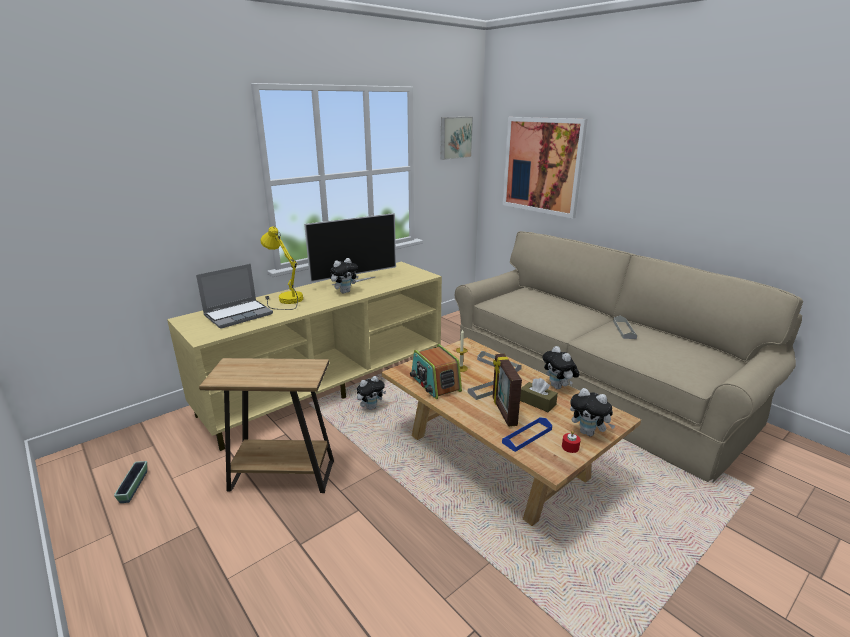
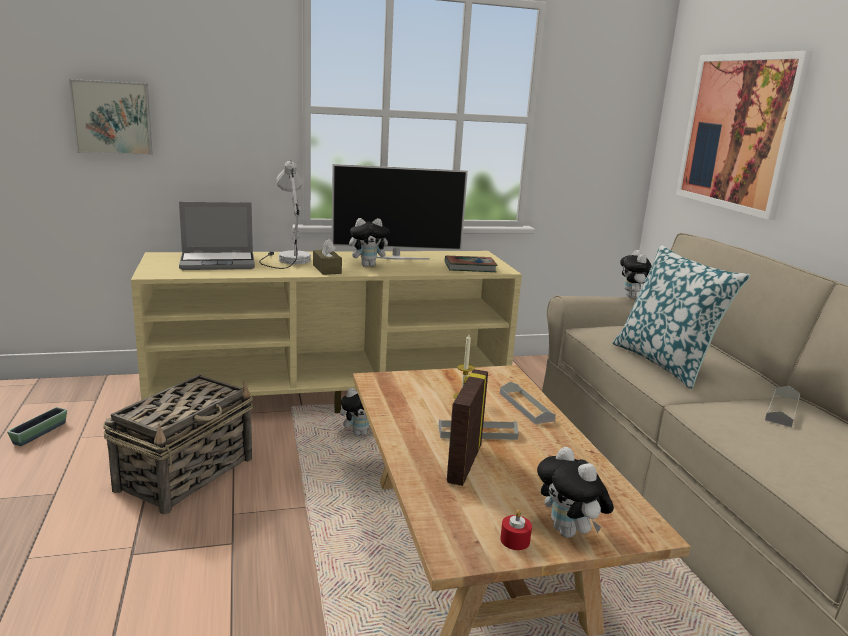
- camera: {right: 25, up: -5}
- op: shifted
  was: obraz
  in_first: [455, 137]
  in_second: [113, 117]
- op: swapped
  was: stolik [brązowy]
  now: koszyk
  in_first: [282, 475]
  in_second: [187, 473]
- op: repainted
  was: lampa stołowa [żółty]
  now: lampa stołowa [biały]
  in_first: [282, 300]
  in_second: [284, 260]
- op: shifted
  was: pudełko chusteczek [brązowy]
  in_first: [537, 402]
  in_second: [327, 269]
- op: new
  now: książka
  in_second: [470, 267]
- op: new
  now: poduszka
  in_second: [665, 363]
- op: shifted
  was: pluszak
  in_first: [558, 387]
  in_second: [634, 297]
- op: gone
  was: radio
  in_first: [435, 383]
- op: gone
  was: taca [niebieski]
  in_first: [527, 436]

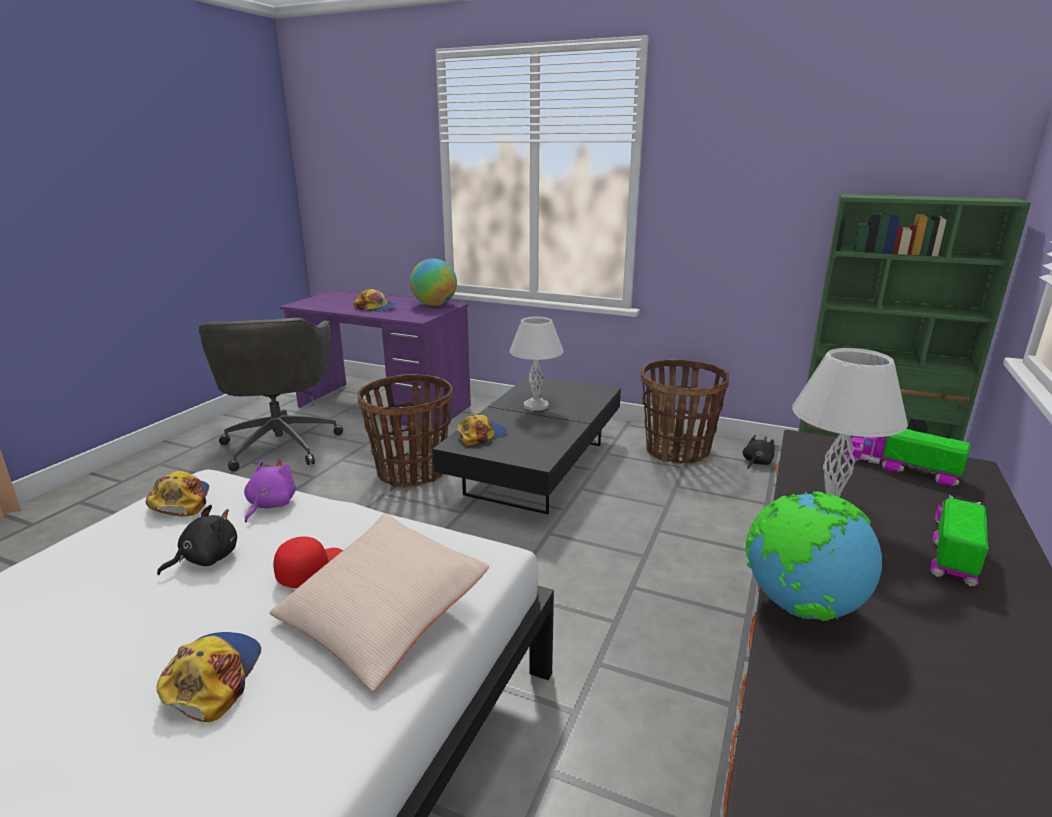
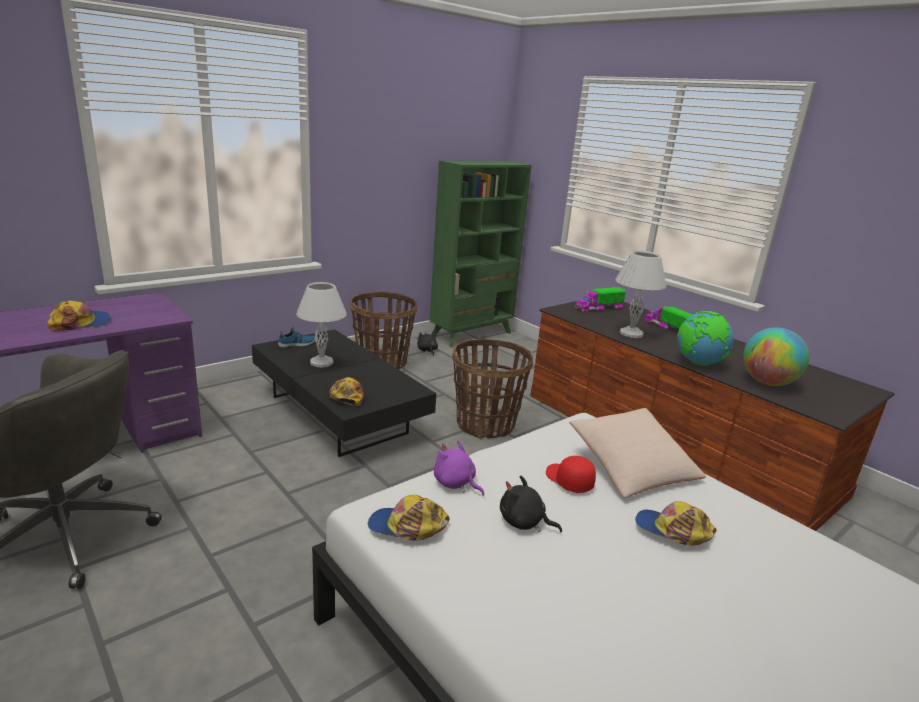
- camera: {right: -65, up: 0}
- op: new
  now: but
  in_second: [297, 344]
- op: shifted
  was: koszyk
  in_first: [411, 472]
  in_second: [485, 424]
- op: rotated
  was: pluszak [czarny]
  in_first: [206, 559]
  in_second: [524, 522]
  clockwise: -45
- op: shifted
  was: globus
  in_first: [434, 305]
  in_second: [767, 383]

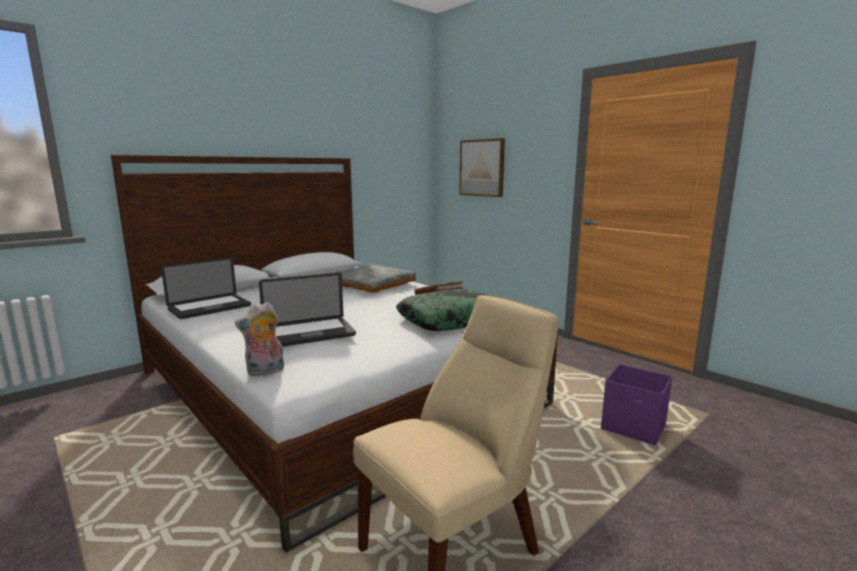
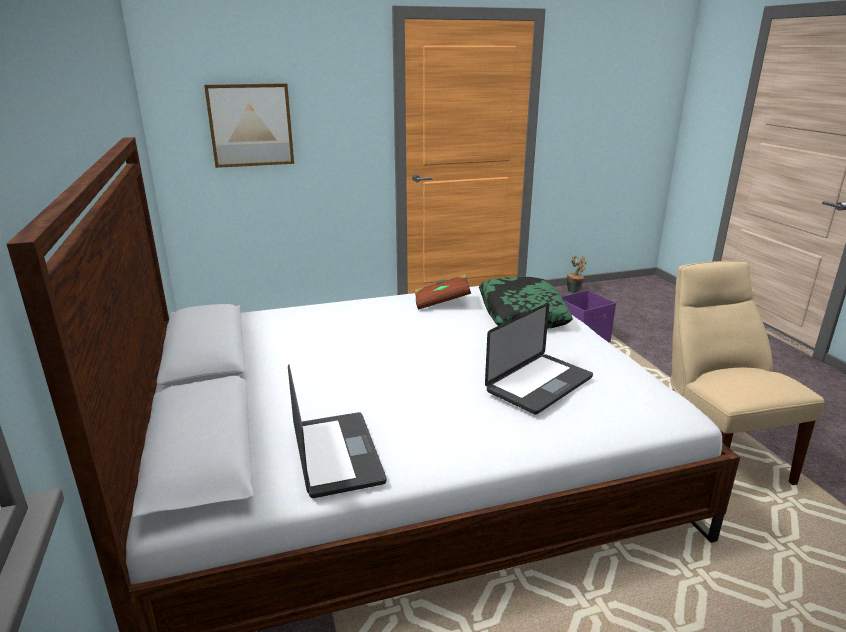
- camera: {right: -65, up: 10}
- op: rotated
  was: laptop
  in_first: [309, 334]
  in_second: [539, 384]
  clockwise: 45
- op: new
  now: roślina doniczkowa
  in_second: [574, 291]
- op: gone
  was: pluszak
  in_first: [265, 372]
- op: gone
  was: poduszka [szary]
  in_first: [372, 284]

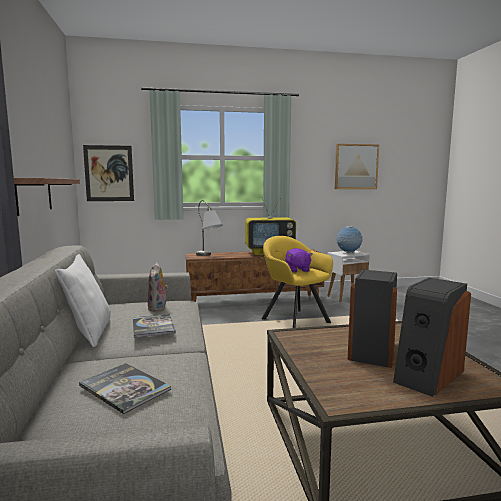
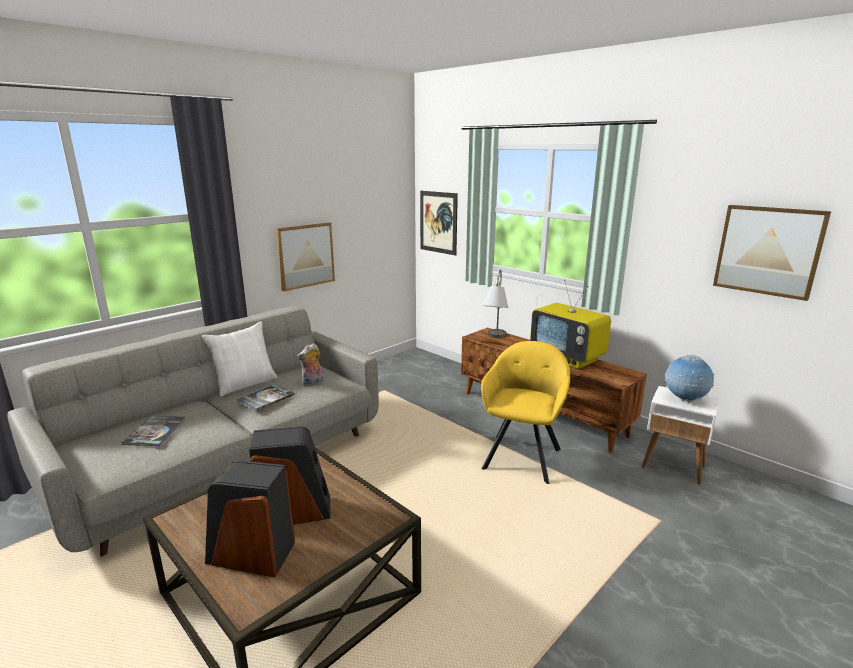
- camera: {right: 55, up: 10}
- op: swapped
  was: półka
  now: obraz
  in_first: [34, 195]
  in_second: [305, 255]
- op: gone
  was: pluszak [fioletowy]
  in_first: [297, 270]

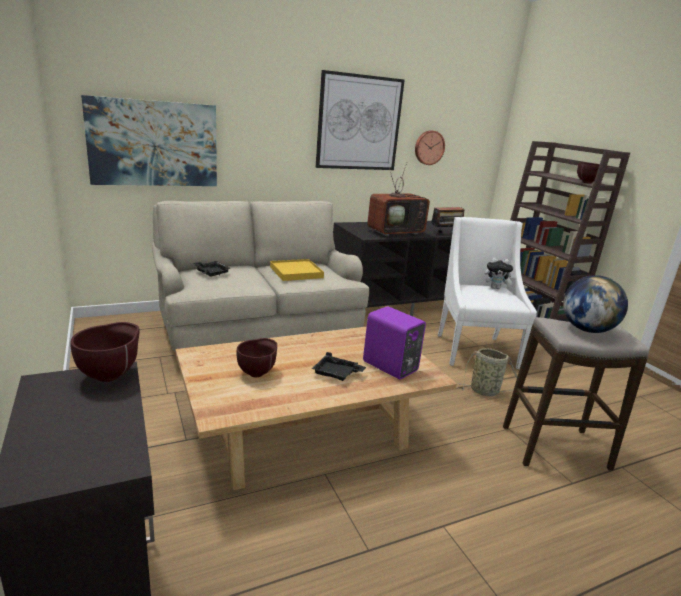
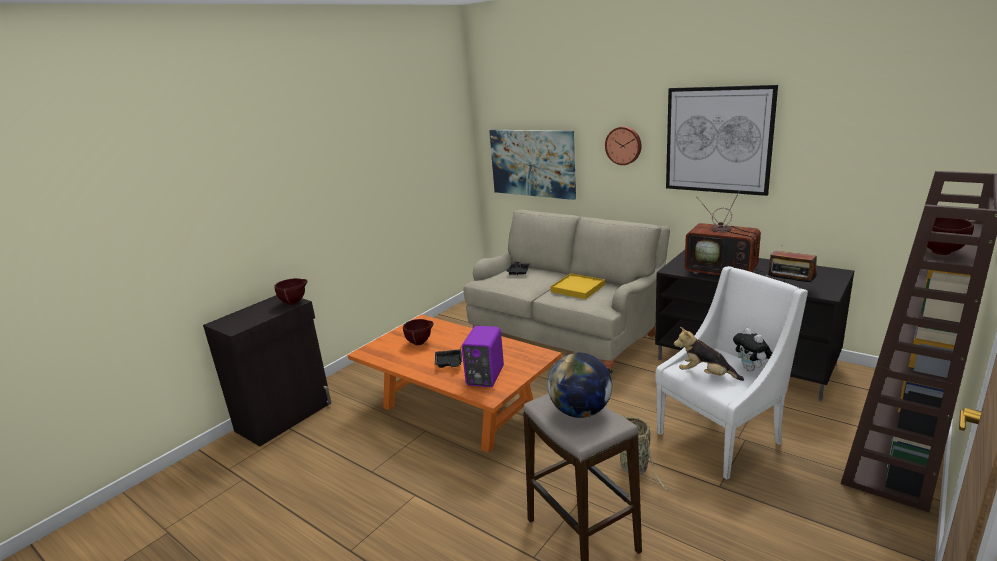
- camera: {right: 65, up: 0}
- op: repainted
  was: ława [beżowy]
  now: ława [pomarańczowy]
  in_first: [308, 436]
  in_second: [458, 409]
- op: shifted
  was: zegar ścienny
  in_first: [428, 147]
  in_second: [623, 145]
- op: new
  now: pluszak
  in_second: [705, 375]

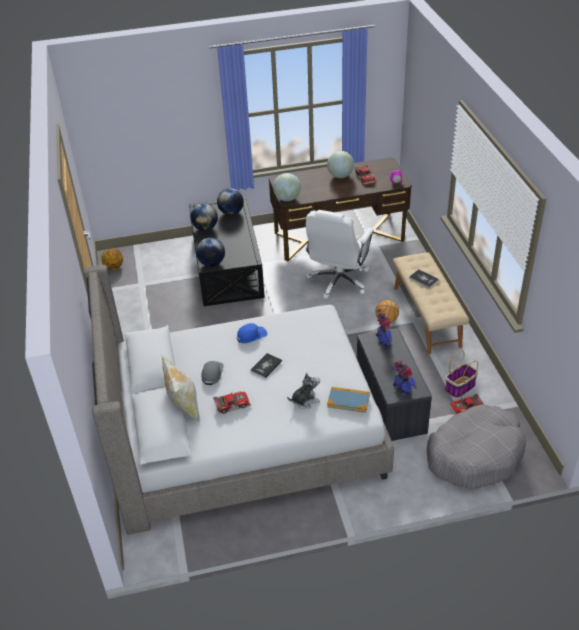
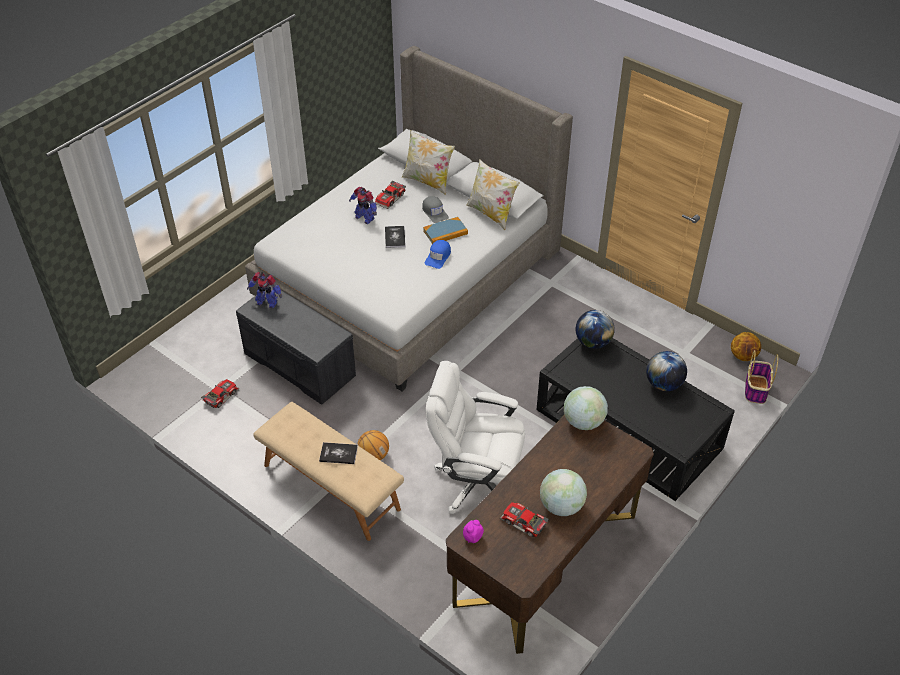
- camera: {right: 140, up: 5}
- op: shifted
  was: robot zabawkowy
  in_first: [383, 341]
  in_second: [364, 217]
- op: shifted
  was: książka
  in_first: [348, 401]
  in_second: [445, 232]
- op: rotated
  was: krzesło biurowe [biały]
  in_first: [338, 281]
  in_second: [476, 481]
  clockwise: -60
- op: new
  now: poduszka
  in_second: [491, 214]
- op: shifted
  was: koszyk
  in_first: [460, 387]
  in_second: [755, 389]
- op: gone
  was: globus
  in_first: [231, 212]
- op: gone
  was: pluszak
  in_first: [305, 400]
- op: gone
  was: legowisko [szary]
  in_first: [474, 454]

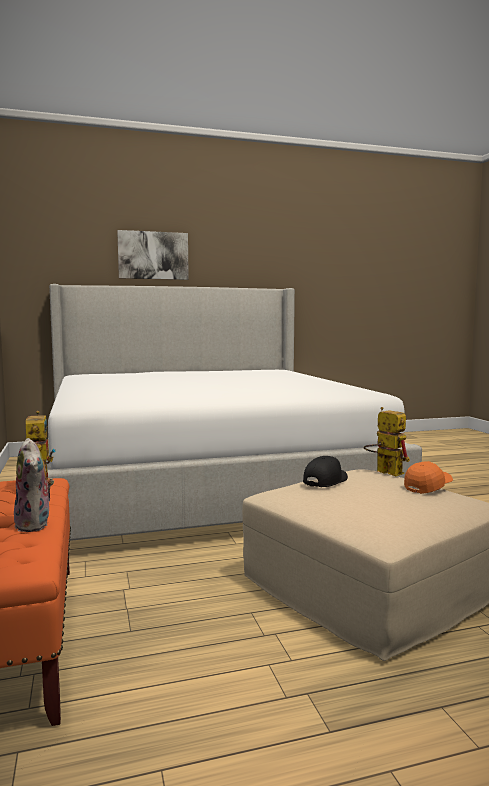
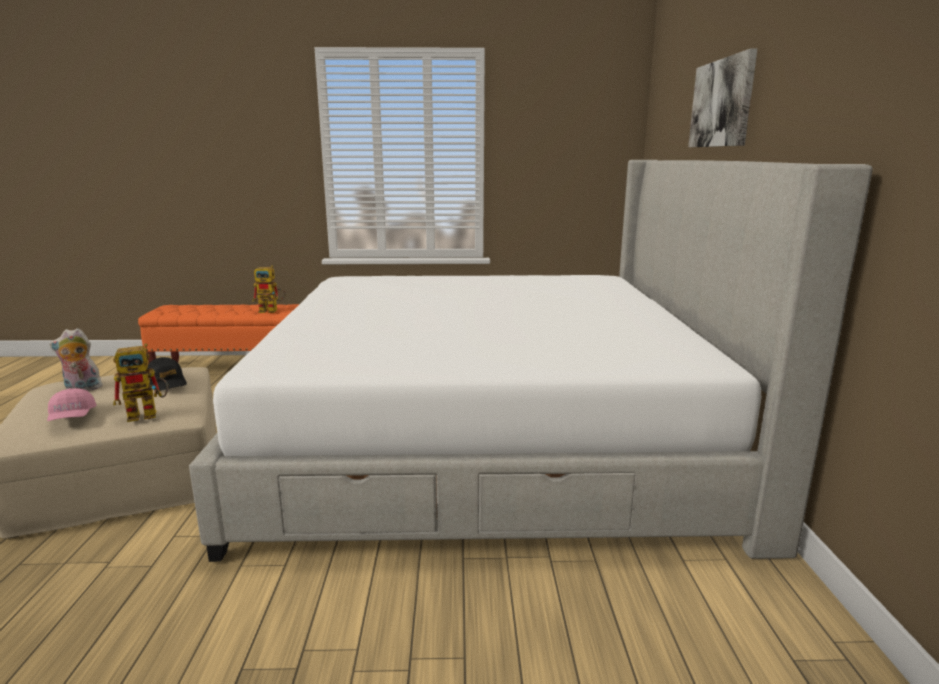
- camera: {right: 105, up: 10}
- op: repainted
  was: czapka z daszkiem [pomarańczowy]
  now: czapka z daszkiem [różowy]
  in_first: [428, 487]
  in_second: [72, 417]
- op: shifted
  was: pluszak
  in_first: [35, 524]
  in_second: [82, 389]

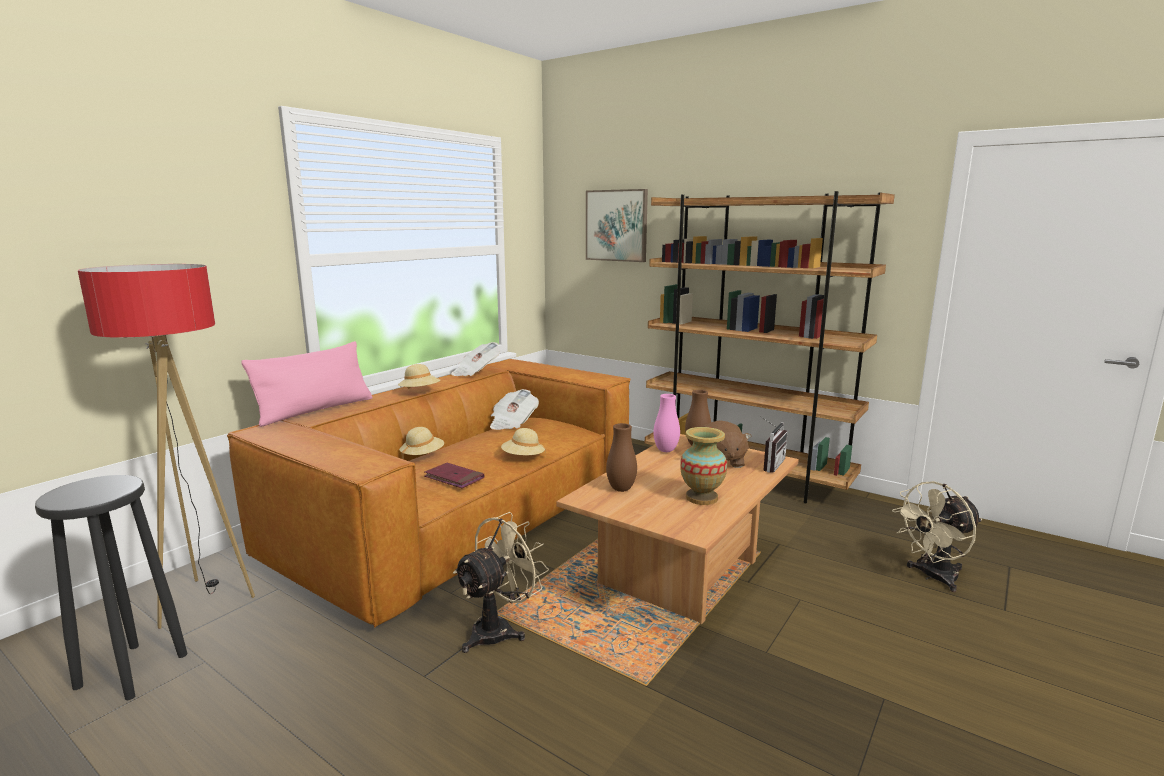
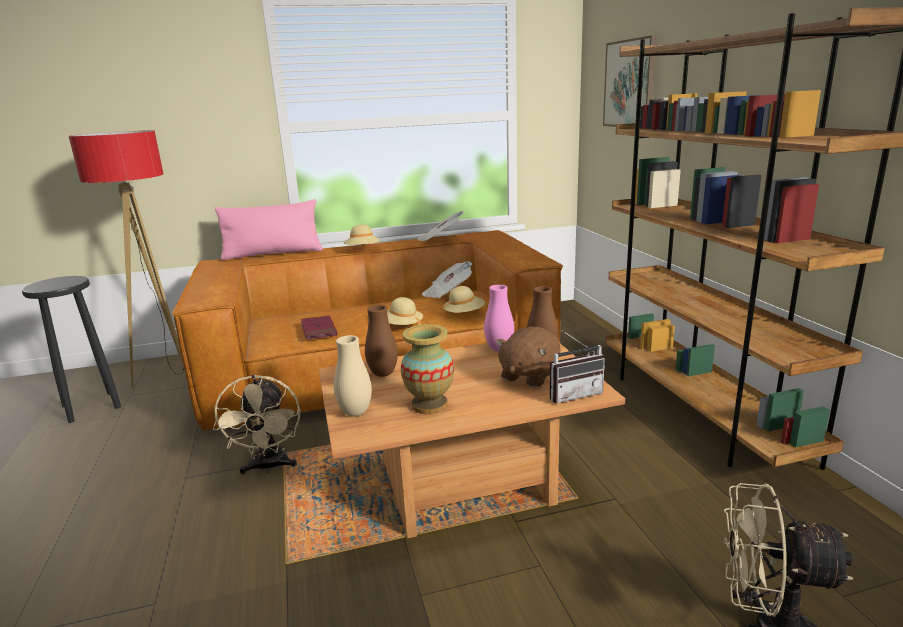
- camera: {right: 40, up: 5}
- op: rotated
  was: wentylator [beżowy]
  in_first: [499, 629]
  in_second: [269, 467]
  clockwise: 90
- op: new
  now: wazon [beżowy]
  in_second: [355, 412]
- op: shifted
  was: kapelusz [beżowy]
  in_first: [422, 456]
  in_second: [464, 314]

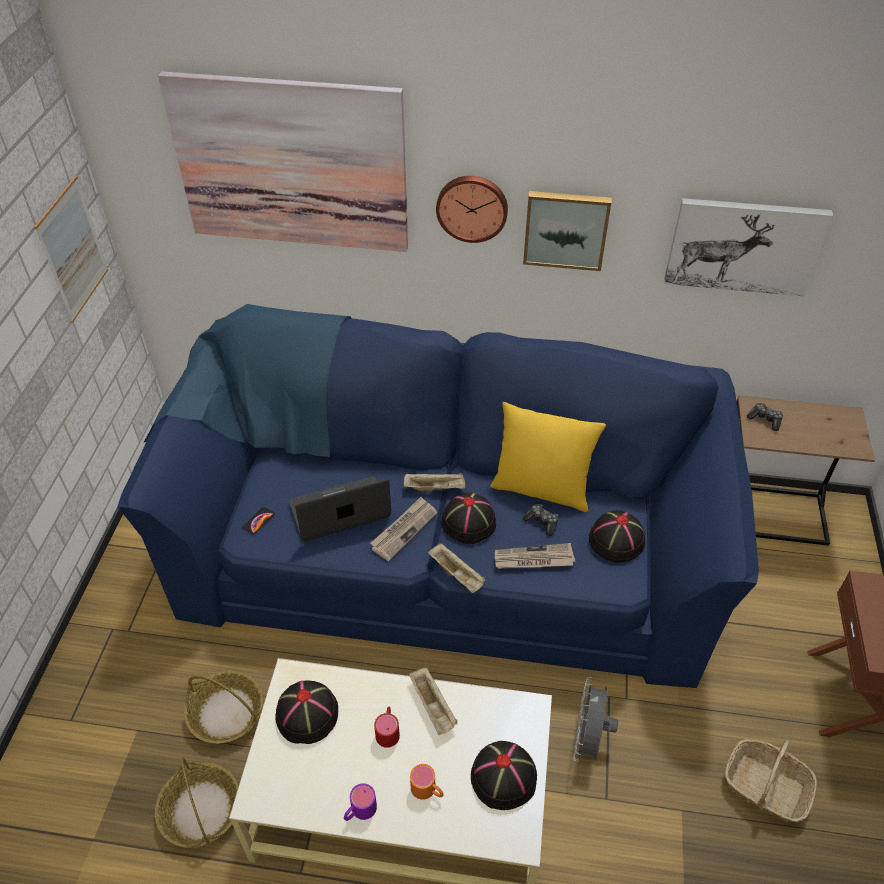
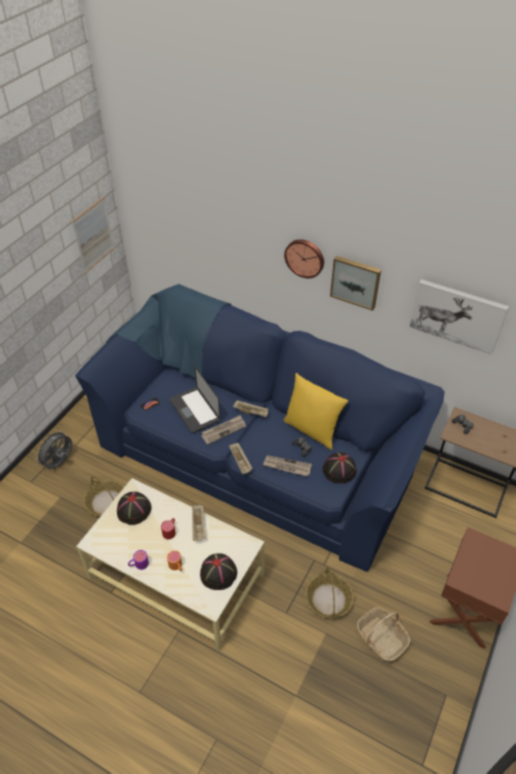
- camera: {right: 20, up: 0}
- op: shifted
  was: wentylator [szary]
  in_first: [588, 739]
  in_second: [60, 463]
- op: rotated
  was: laptop
  in_first: [340, 511]
  in_second: [194, 410]
  clockwise: -120
- op: shifted
  was: koszyk
  in_first: [200, 810]
  in_second: [328, 599]
- op: gone
  was: obraz
  in_first: [291, 164]
- op: gone
  was: kapelusz [czarny]
  in_first: [469, 522]

